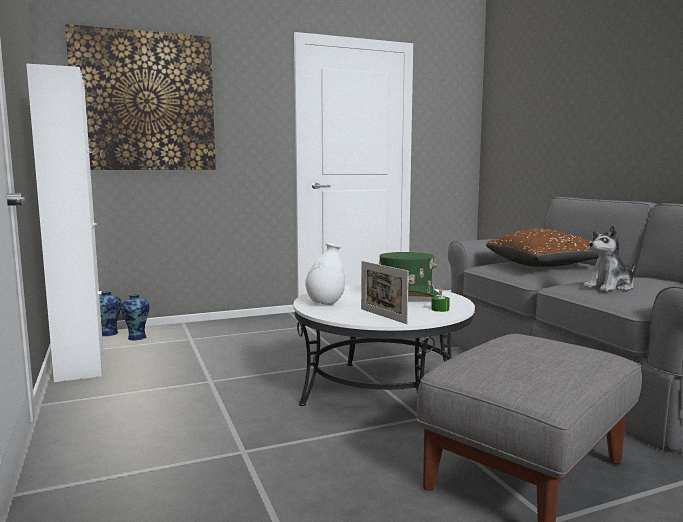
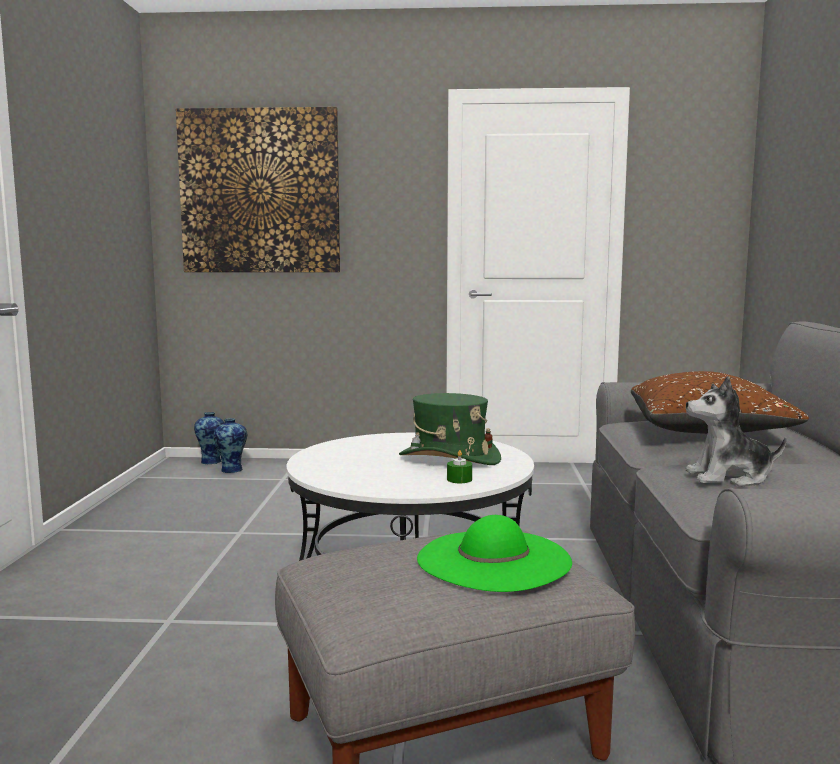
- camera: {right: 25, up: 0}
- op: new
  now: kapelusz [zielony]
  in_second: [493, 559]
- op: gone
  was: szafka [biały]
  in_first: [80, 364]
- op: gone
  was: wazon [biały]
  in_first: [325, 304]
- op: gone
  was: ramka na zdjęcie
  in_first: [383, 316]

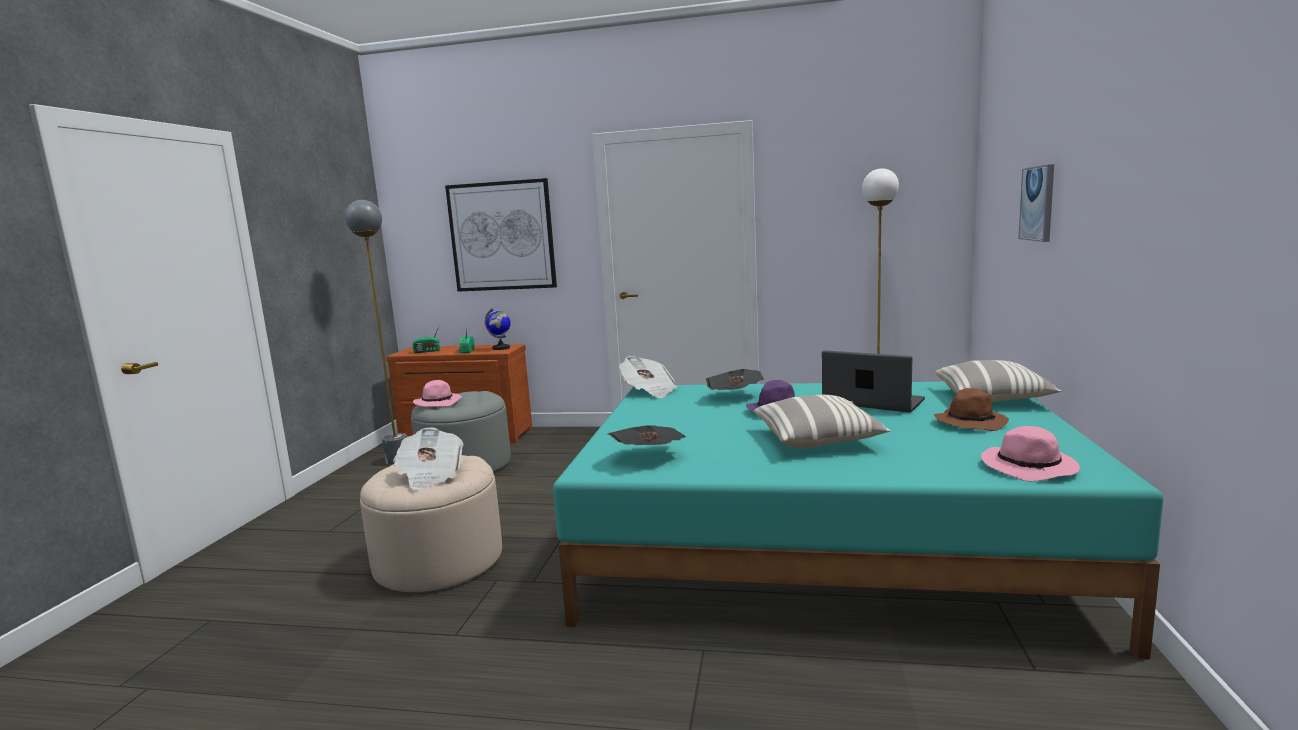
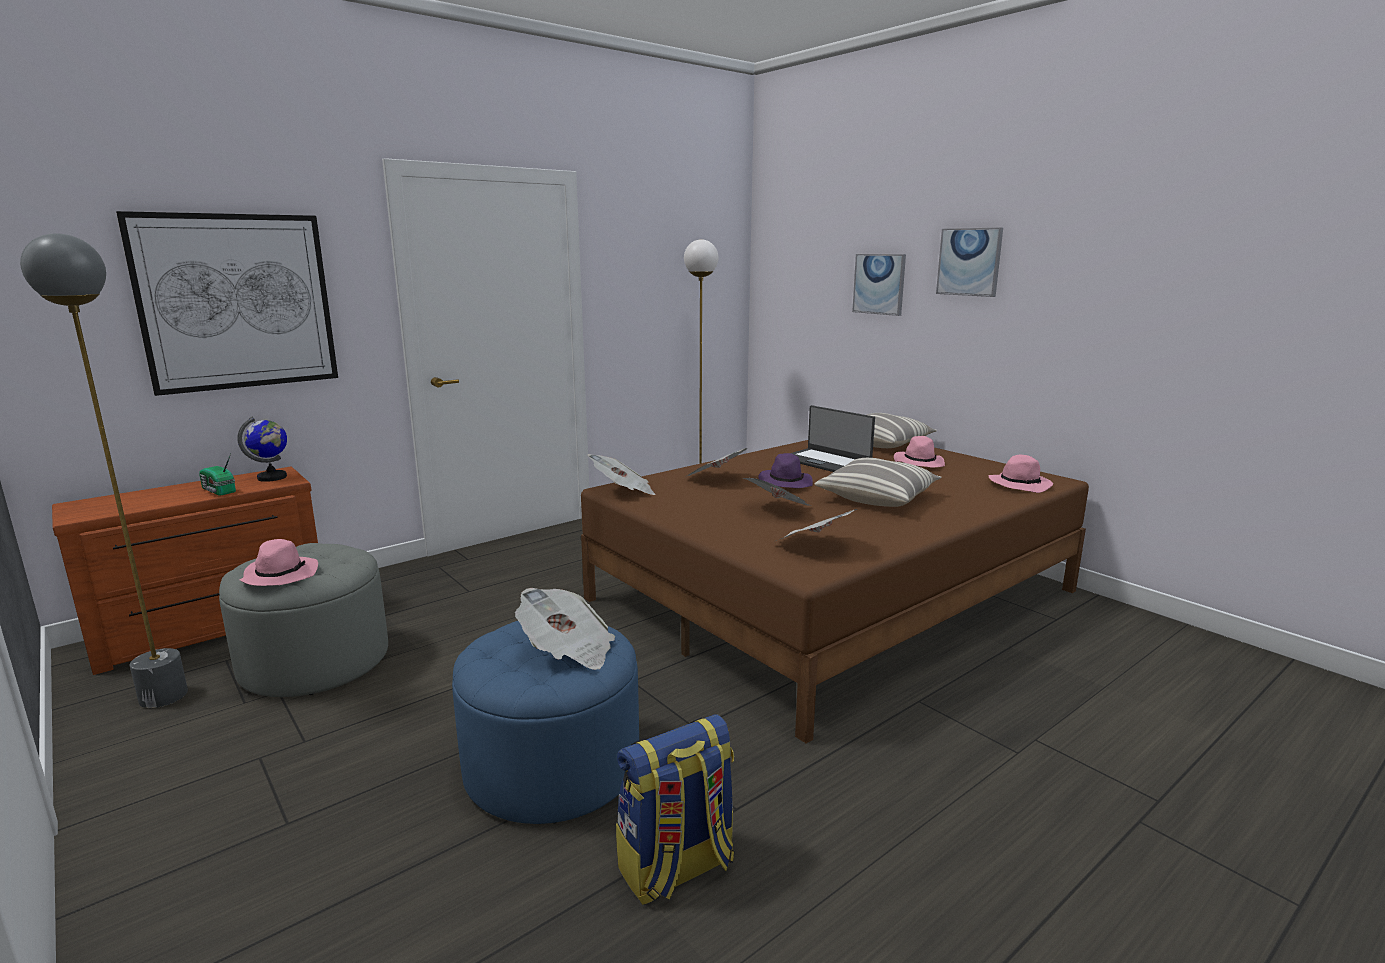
- camera: {right: -50, up: 5}
- op: repainted
  was: pufa [beżowy]
  now: pufa [niebieski]
  in_first: [439, 561]
  in_second: [552, 766]
- op: repainted
  was: łóżko [turkusowy]
  now: łóżko [brązowy]
  in_first: [822, 544]
  in_second: [833, 595]
- op: new
  now: plecak
  in_second: [677, 868]
- op: new
  now: gazeta
  in_second: [779, 510]
- op: rotated
  was: laptop
  in_first: [872, 402]
  in_second: [826, 461]
  clockwise: -120
- op: repainted
  was: kapelusz [brązowy]
  now: kapelusz [różowy]
  in_first: [970, 422]
  in_second: [918, 463]
- op: new
  now: obraz
  in_second: [969, 262]
- op: gone
  was: radio
  in_first: [428, 351]

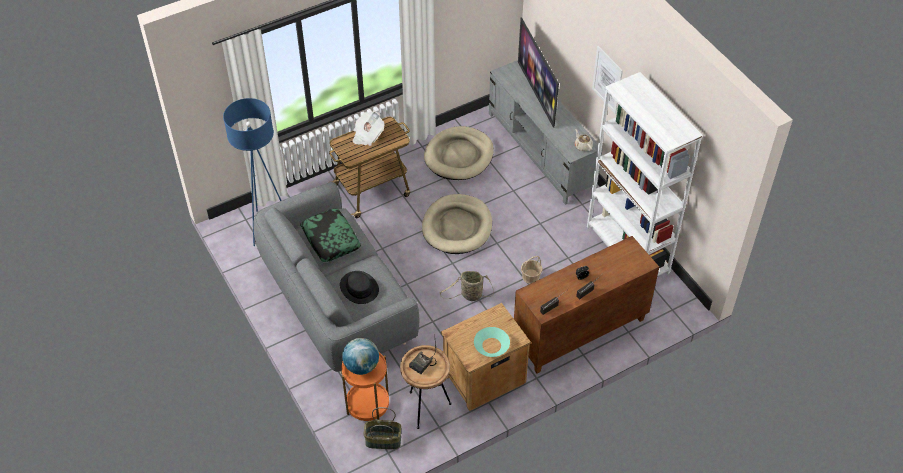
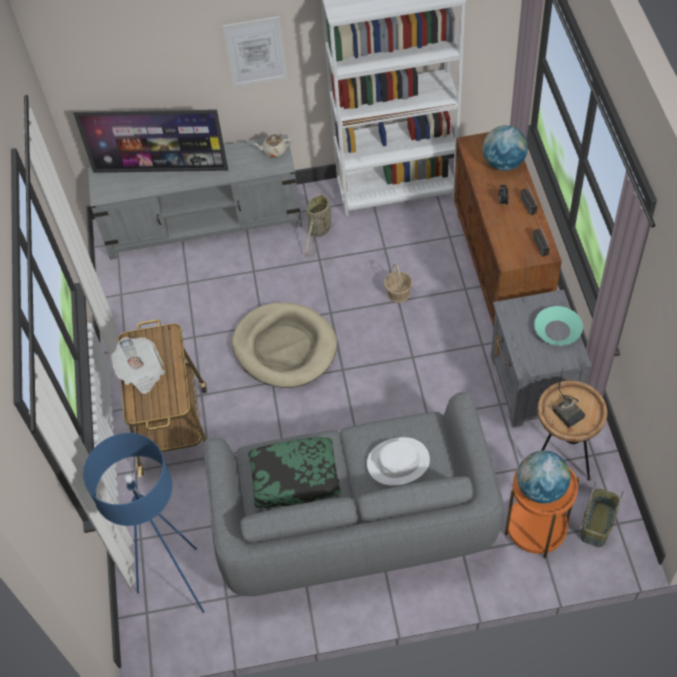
- camera: {right: -65, up: 5}
- op: shifted
  was: koszyk
  in_first: [470, 295]
  in_second: [319, 231]
- op: repainted
  was: kapelusz [czarny]
  now: kapelusz [biały]
  in_first: [359, 288]
  in_second: [398, 462]
- op: new
  now: globus
  in_second: [503, 163]
- op: repainted
  was: szafka nocna [brązowy]
  now: szafka nocna [szary]
  in_first: [483, 377]
  in_second: [533, 386]
- op: gone
  was: legowisko [beżowy]
  in_first: [459, 156]

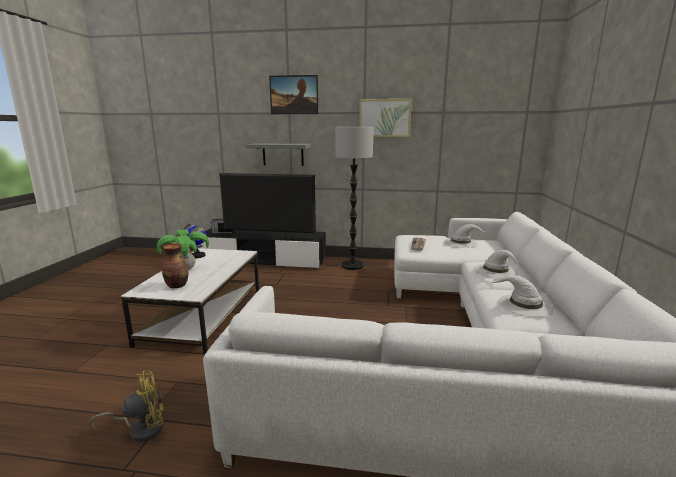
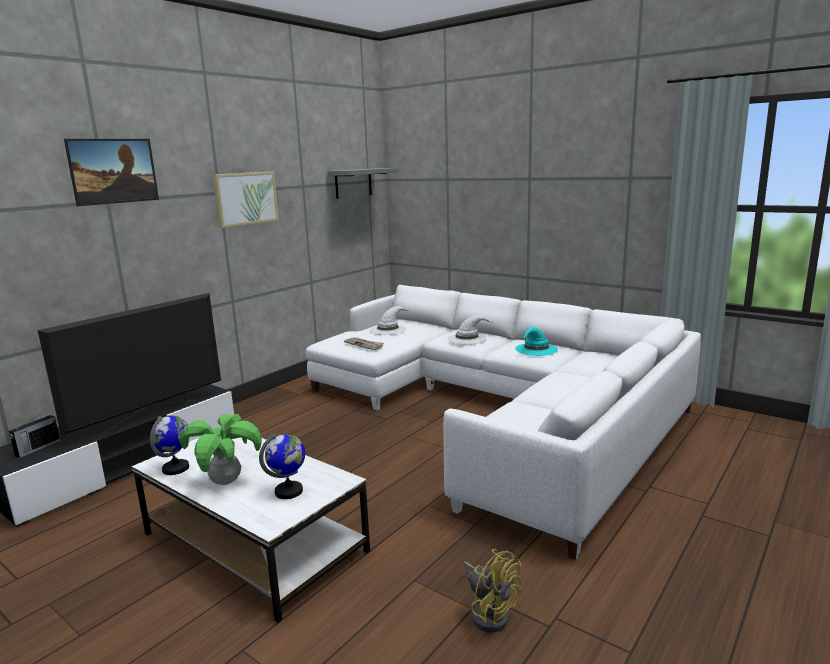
- camera: {right: -60, up: 0}
- op: swapped
  was: wazon
  now: globus
  in_first: [177, 285]
  in_second: [289, 491]
- op: shifted
  was: półka [szary]
  in_first: [283, 154]
  in_second: [353, 183]
- op: rotated
  was: wentylator [żółty]
  in_first: [141, 429]
  in_second: [489, 612]
  clockwise: 135
- op: repainted
  was: kapelusz [biały]
  now: kapelusz [turkusowy]
  in_first: [524, 305]
  in_second: [536, 349]
- op: gone
  was: lampa stojąca
  in_first: [352, 266]

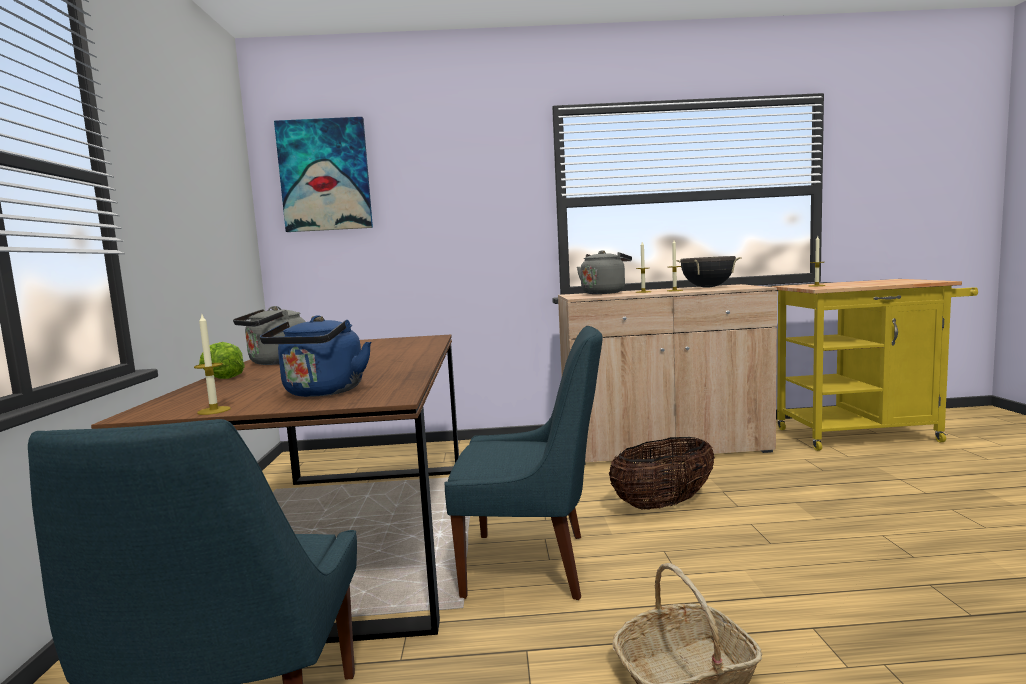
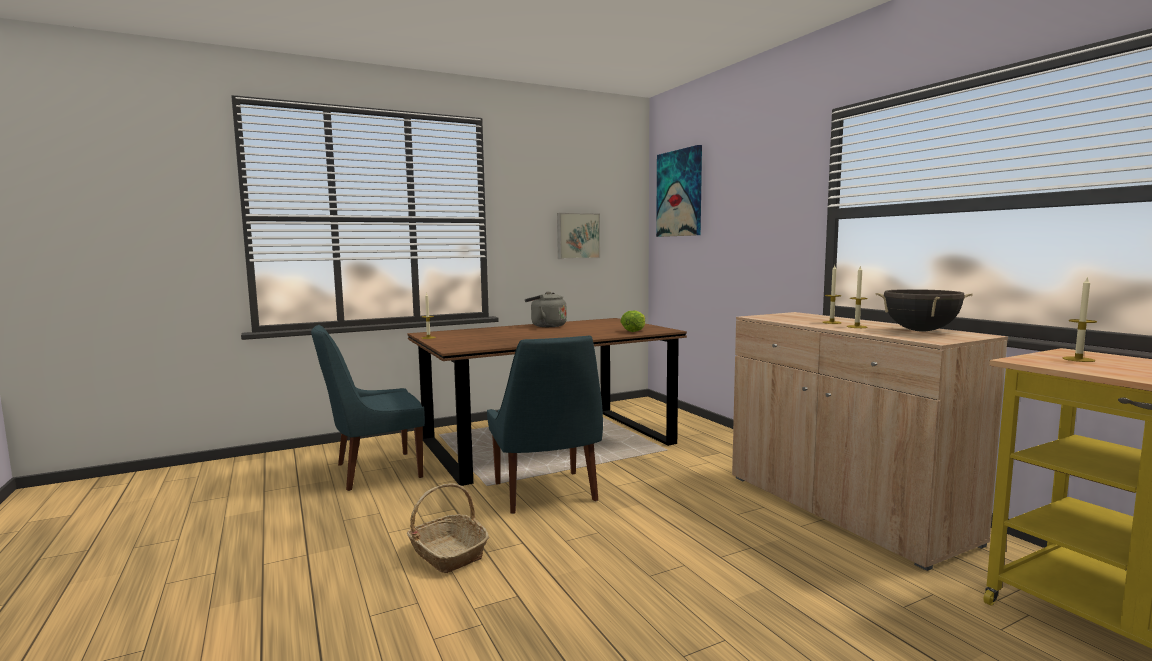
- camera: {right: 65, up: 0}
- op: new
  now: obraz
  in_second: [577, 236]
- op: shifted
  was: sałata
  in_first: [221, 377]
  in_second: [634, 330]
- op: gone
  was: czajnik [niebieski]
  in_first: [322, 392]
- op: gone
  was: czajnik [szary]
  in_first: [604, 293]
- op: gone
  was: koszyk
  in_first: [664, 504]

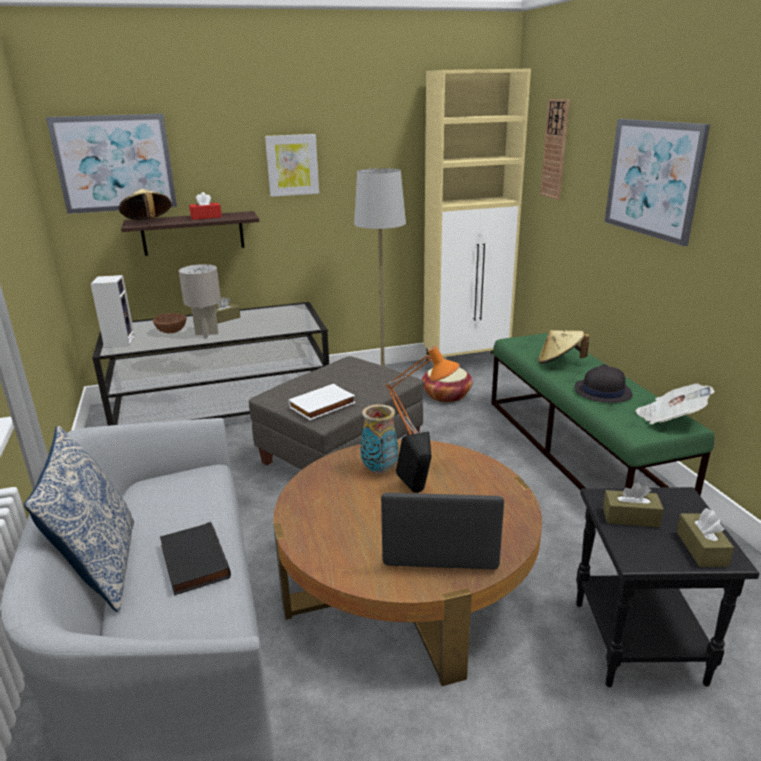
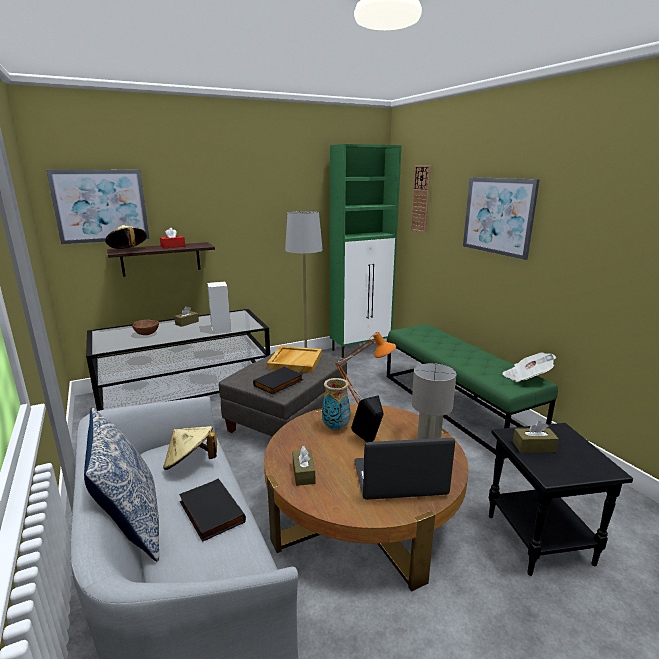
- camera: {right: -10, up: -5}
- op: shifted
  was: kapelusz [beżowy]
  in_first: [559, 362]
  in_second: [190, 463]
- op: shifted
  was: głośnik
  in_first: [119, 341]
  in_second: [220, 329]
- op: repainted
  was: książka [biały]
  now: książka [czarny]
  in_first: [322, 406]
  in_second: [279, 383]
- op: new
  now: taca [beżowy]
  in_second: [295, 361]
- op: shifted
  was: pudełko chusteczek [brązowy]
  in_first: [701, 548]
  in_second: [303, 473]
- op: repainted
  was: szafka [beżowy]
  now: szafka [zielony]
  in_first: [467, 362]
  in_second: [361, 349]
- op: shifted
  was: lampa stołowa [szary]
  in_first: [206, 334]
  in_second: [428, 438]
- op: gone
  was: obraz
  in_first: [292, 165]
- op: gone
  was: koszyk
  in_first: [446, 395]
- op: gone
  was: kapelusz [czarny]
  in_first: [602, 391]

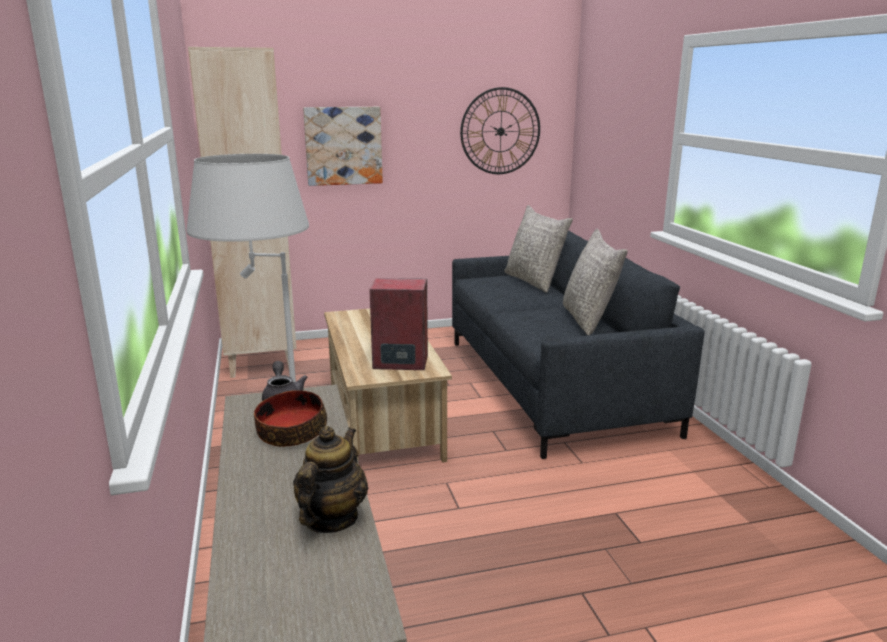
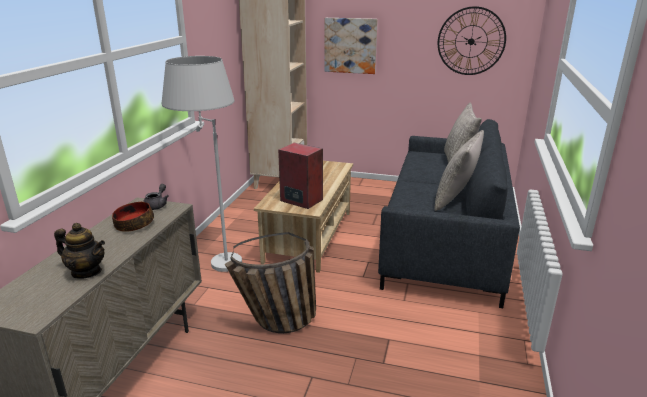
- camera: {right: 30, up: 5}
- op: rotated
  was: imbryk
  in_first: [331, 519]
  in_second: [86, 272]
  clockwise: 60
- op: new
  now: koszyk
  in_second: [276, 324]

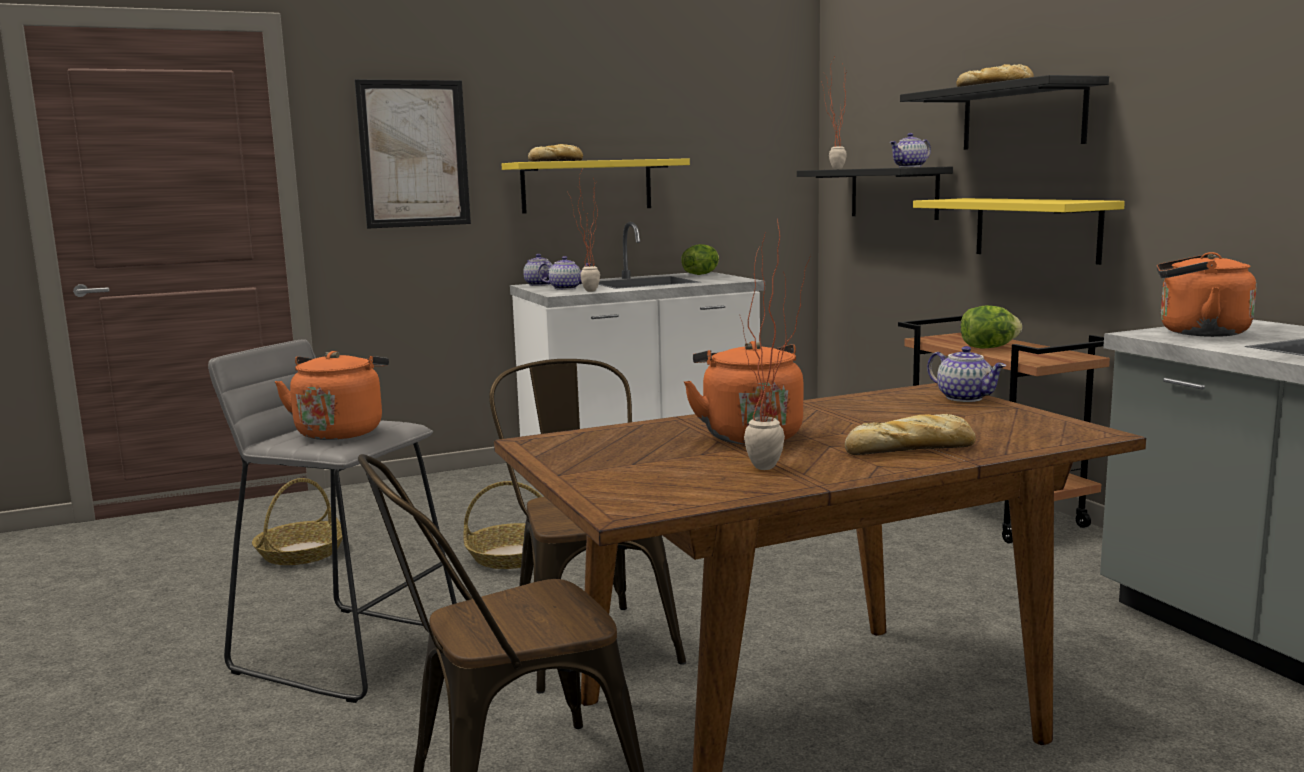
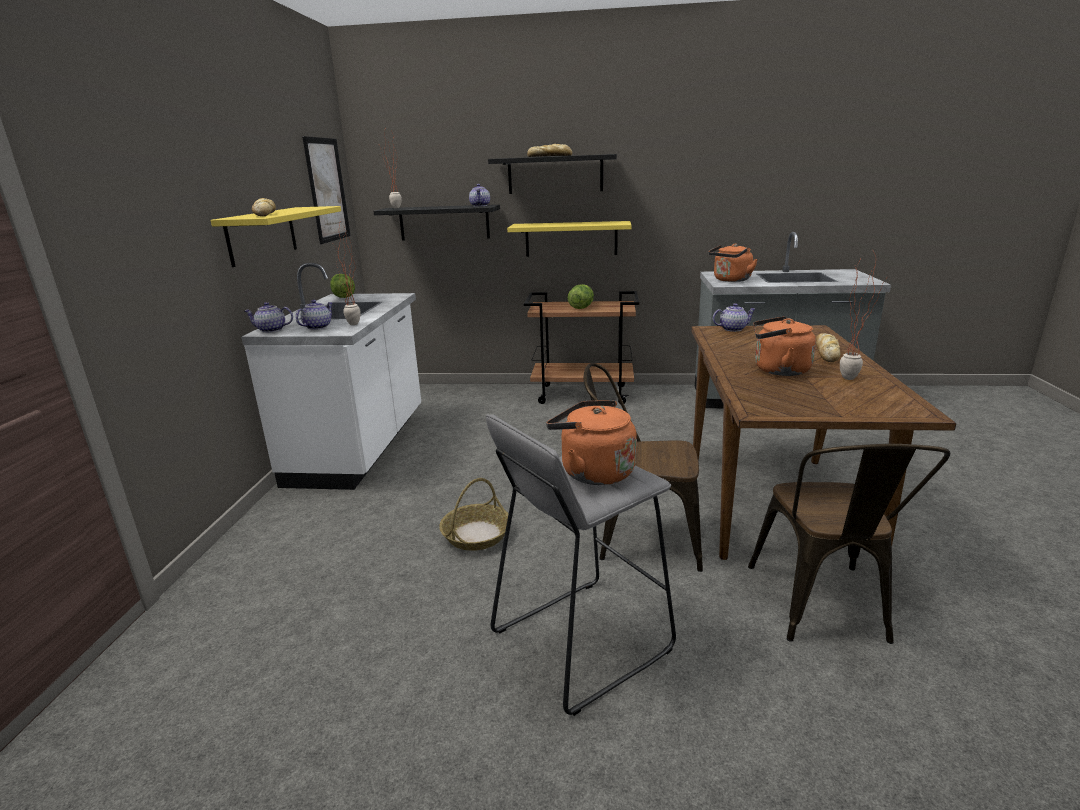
- camera: {right: -60, up: 10}
- op: shifted
  was: obraz
  in_first: [414, 154]
  in_second: [327, 190]
- op: gone
  was: koszyk
  in_first: [301, 553]

